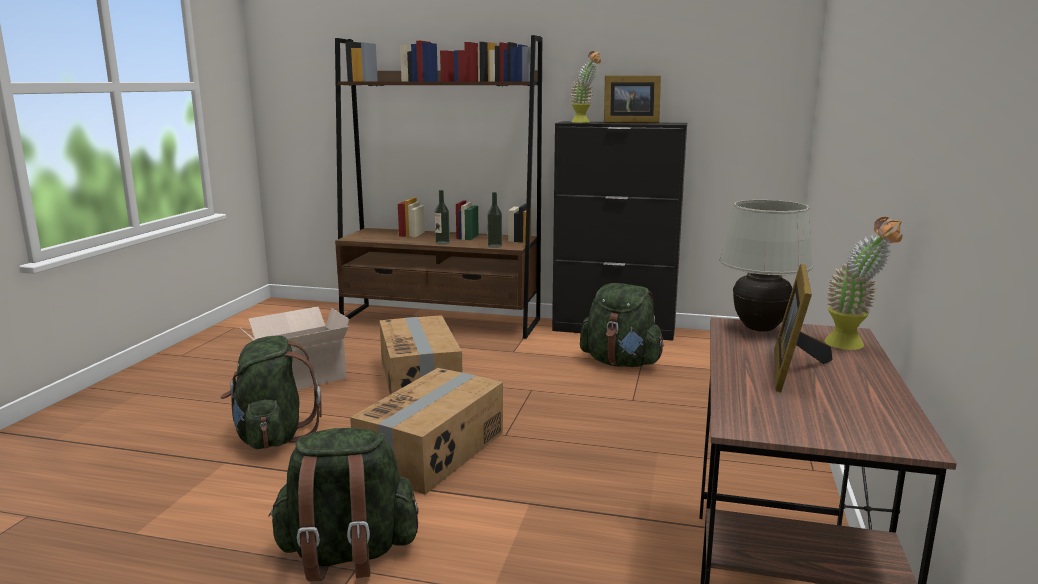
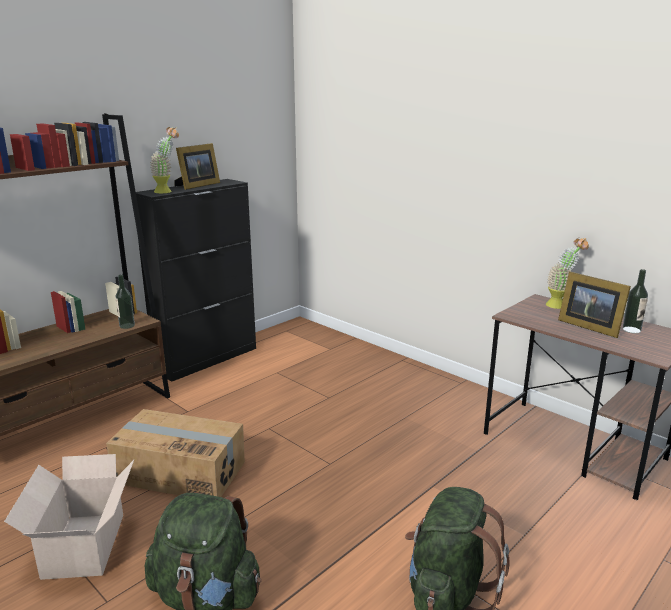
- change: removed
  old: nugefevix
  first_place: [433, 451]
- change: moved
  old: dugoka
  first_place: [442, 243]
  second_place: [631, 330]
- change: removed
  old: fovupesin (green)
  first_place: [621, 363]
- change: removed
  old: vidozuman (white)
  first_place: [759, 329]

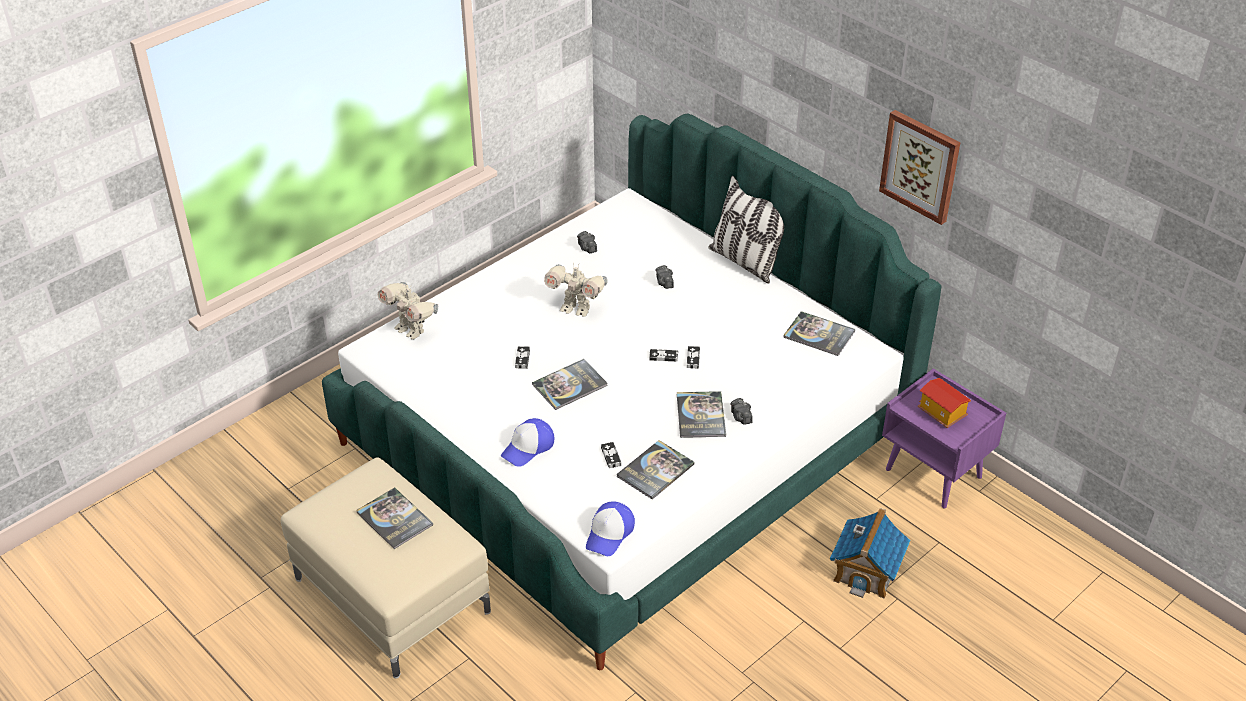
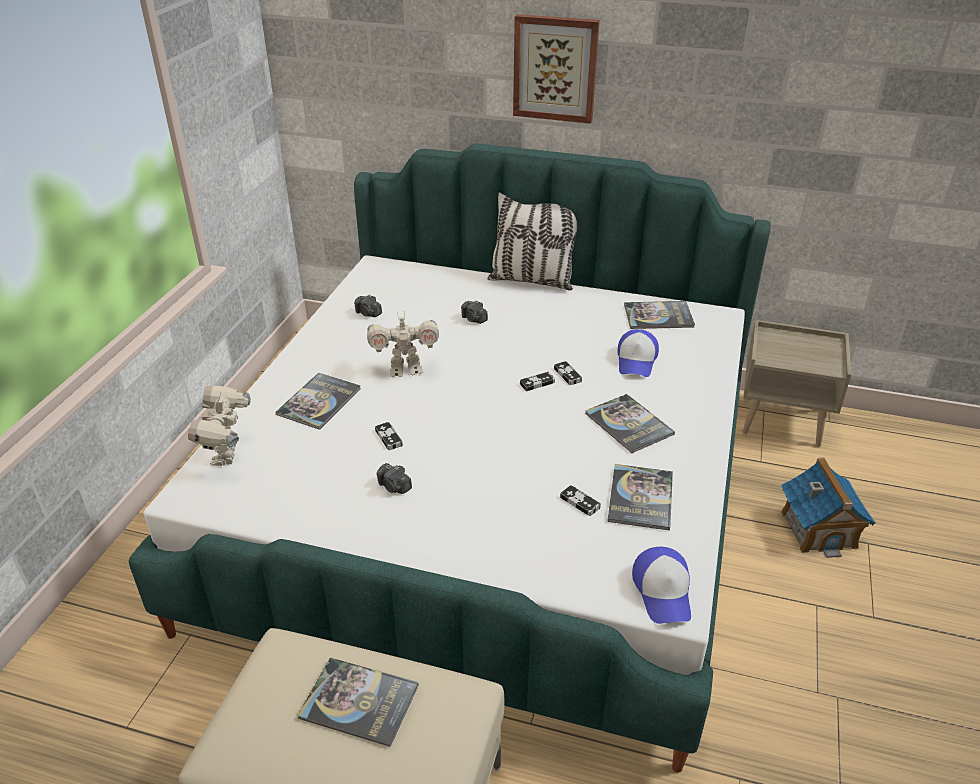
- change: turned
  old: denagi
  first_place: [411, 330]
  second_place: [228, 454]
  degrees: 75
- change: moved
  old: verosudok
  first_place: [528, 447]
  second_place: [636, 360]
- change: moved
  old: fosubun
  first_place: [569, 385]
  second_place: [319, 401]
- change: moved
  old: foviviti
  first_place: [741, 417]
  second_place: [394, 487]
- change: moved
  old: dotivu
  first_place: [920, 166]
  second_place: [555, 68]
- change: recoloured
  old: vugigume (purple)
  new: vugigume (beige)
  first_place: [934, 473]
  second_place: [782, 421]
- change: removed
  old: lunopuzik
  first_place: [940, 414]

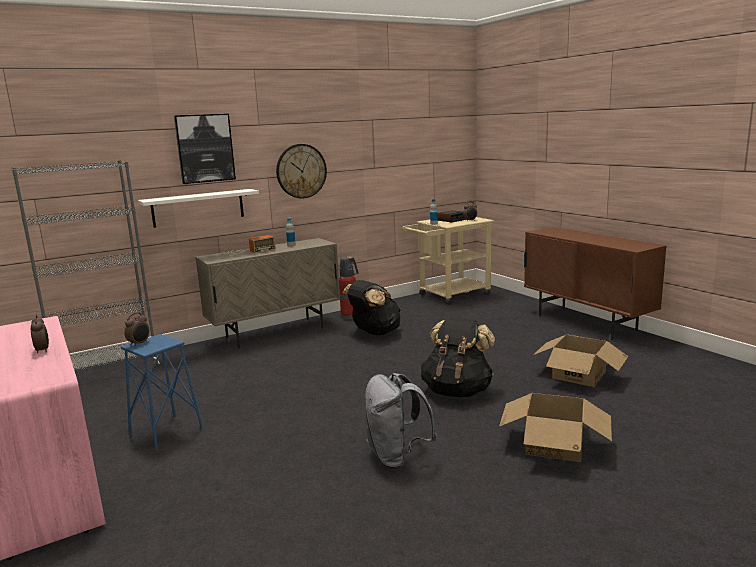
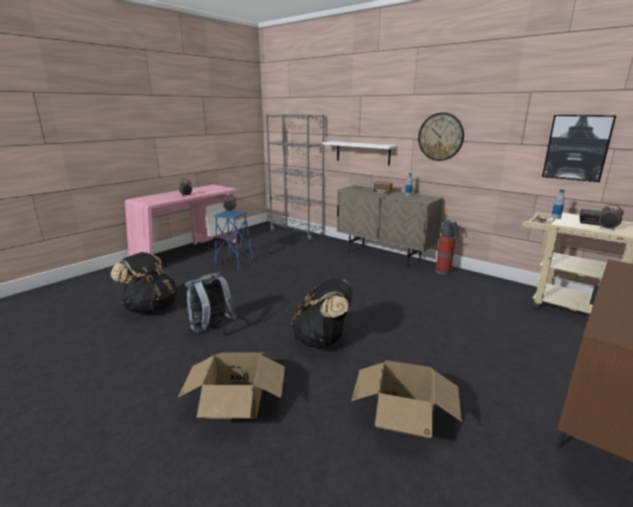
- change: moved
  old: dotivu
  first_place: [205, 148]
  second_place: [577, 147]
- change: moved
  old: fovupesin (black)
  first_place: [374, 332]
  second_place: [151, 307]

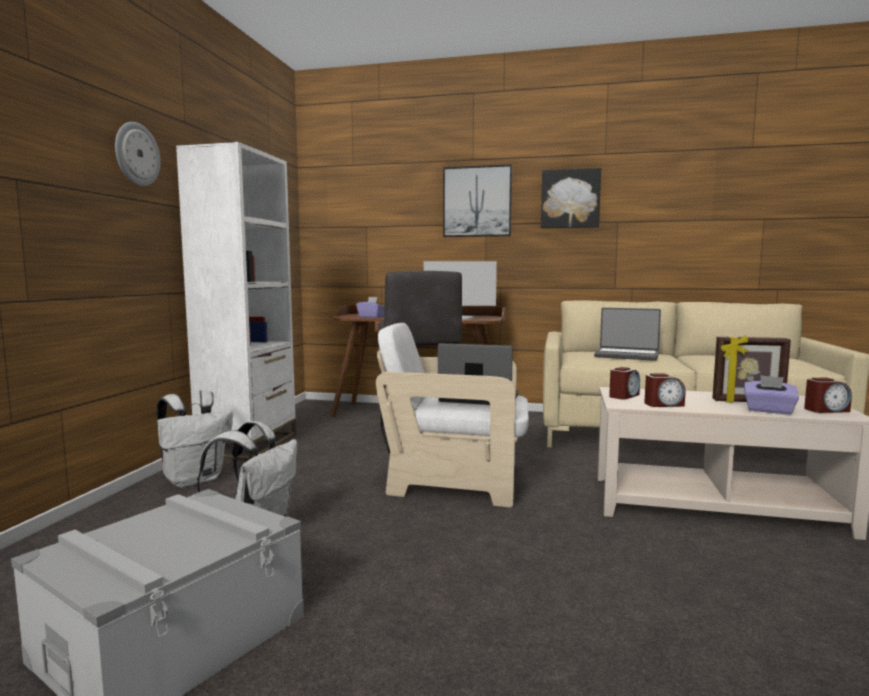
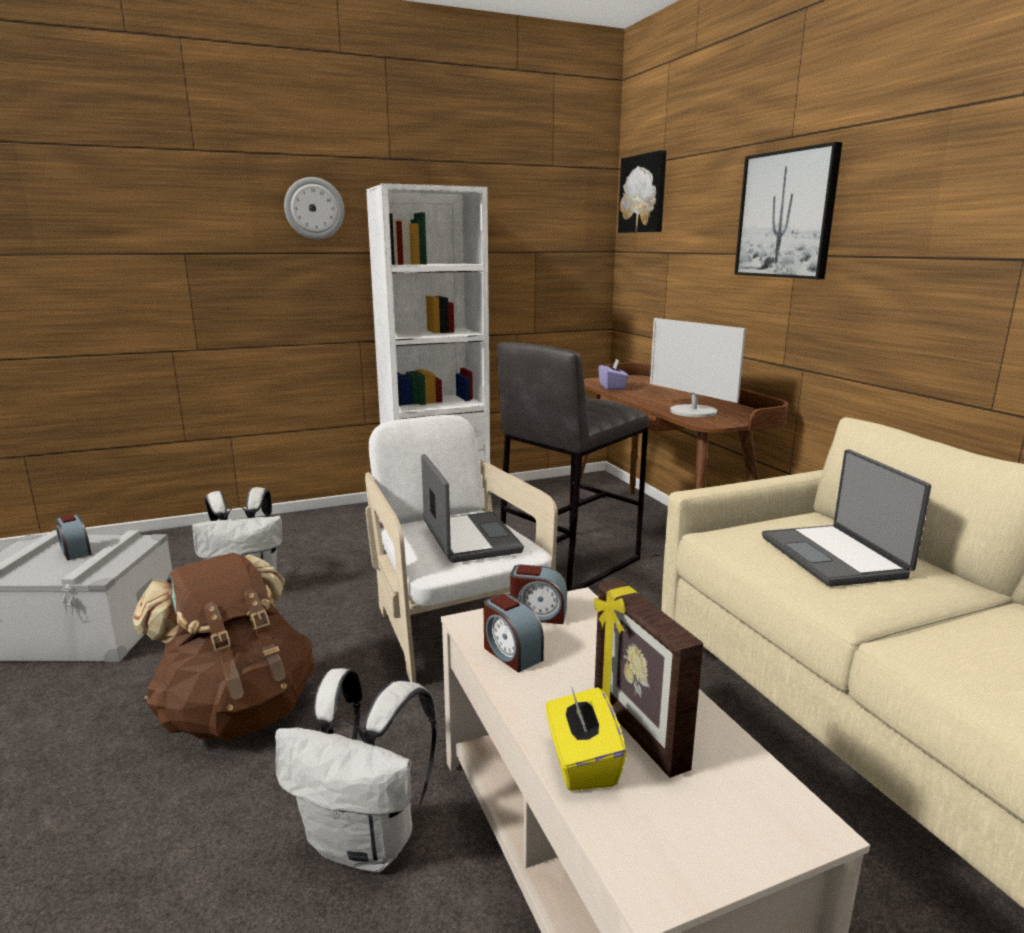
- change: moved
  old: fovupesin (white)
  first_place: [195, 480]
  second_place: [366, 842]
- change: moved
  old: dotivu
  first_place: [570, 199]
  second_place: [644, 194]
- change: recoloured
  old: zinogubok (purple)
  new: zinogubok (yellow)
  first_place: [769, 410]
  second_place: [581, 762]
- change: moved
  old: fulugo
  first_place: [826, 410]
  second_place: [75, 551]
- change: added
  new: fovupesin (brown)
  second_place: [237, 711]

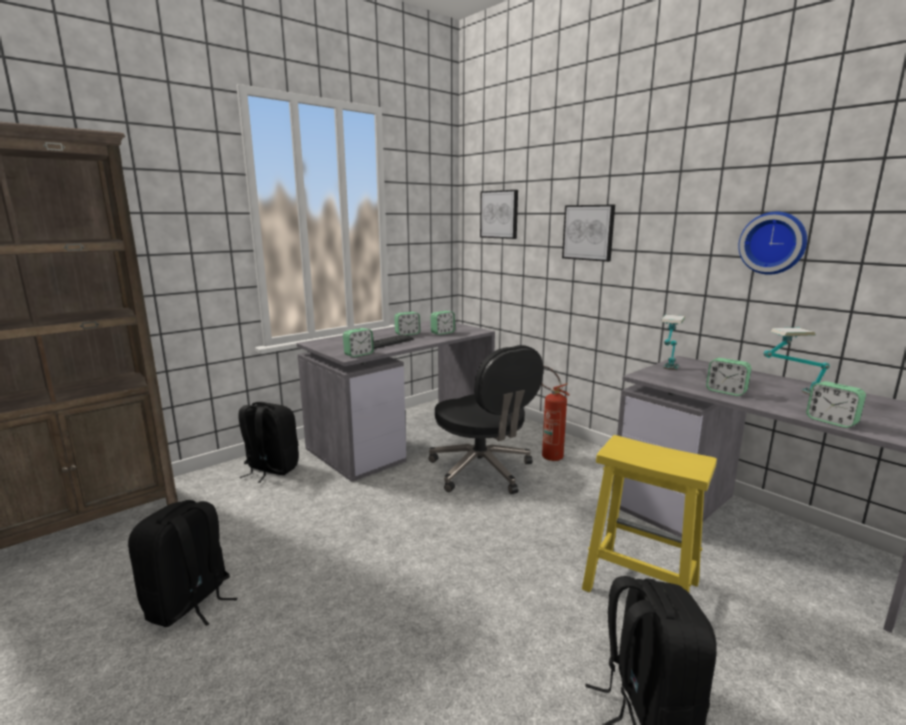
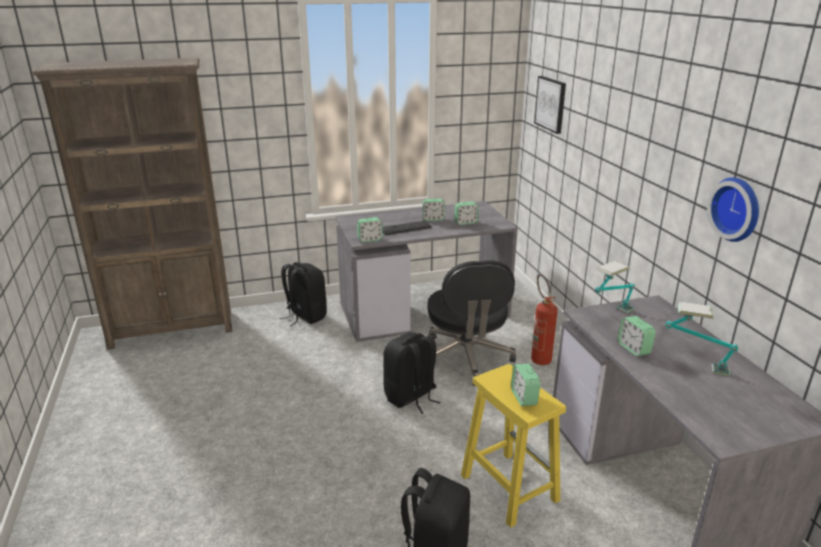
- change: moved
  old: fovupesin (black)
  first_place: [189, 603]
  second_place: [411, 397]
- change: removed
  old: dotivu
  first_place: [588, 232]
- change: moved
  old: fulugo
  first_place: [831, 421]
  second_place: [524, 397]

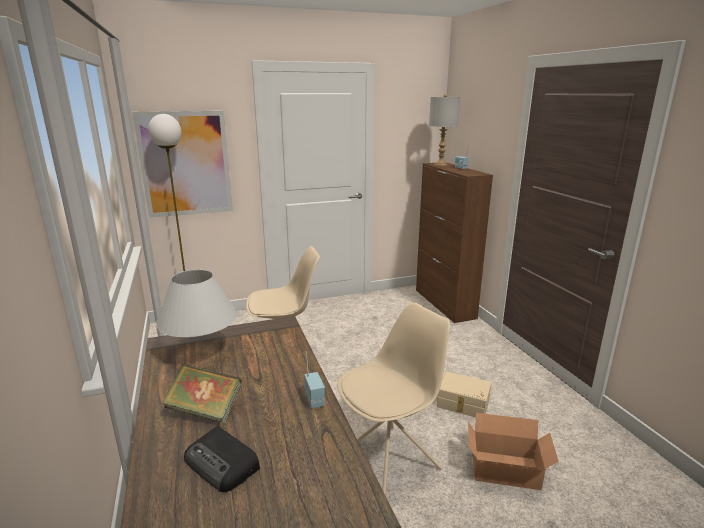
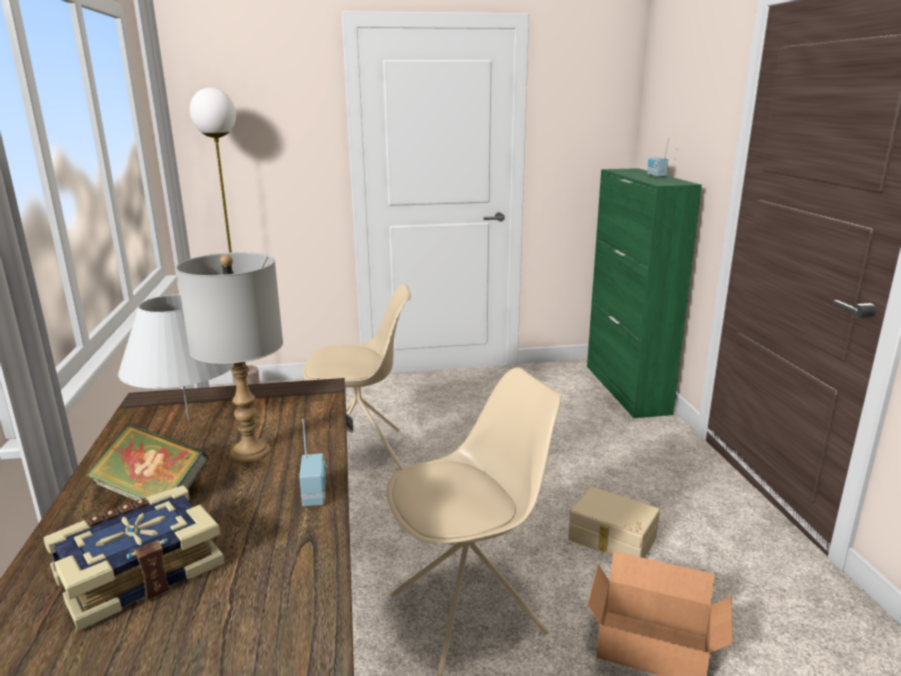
- change: removed
  old: dotivu
  first_place: [185, 164]
- change: replaced
  old: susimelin
  new: fosubun
  first_place: [222, 464]
  second_place: [138, 570]
- change: recoloured
  old: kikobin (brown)
  new: kikobin (green)
  first_place: [444, 304]
  second_place: [626, 389]
- change: moved
  old: vidozuman (grey)
  first_place: [441, 164]
  second_place: [251, 452]

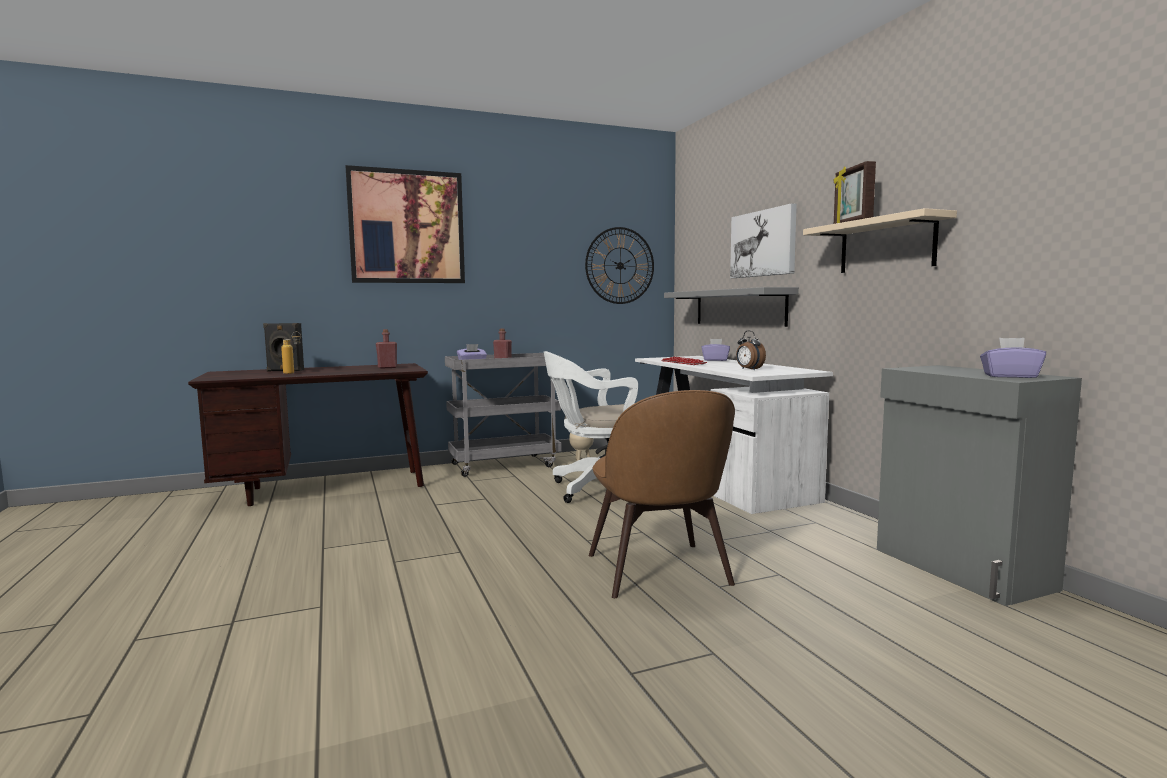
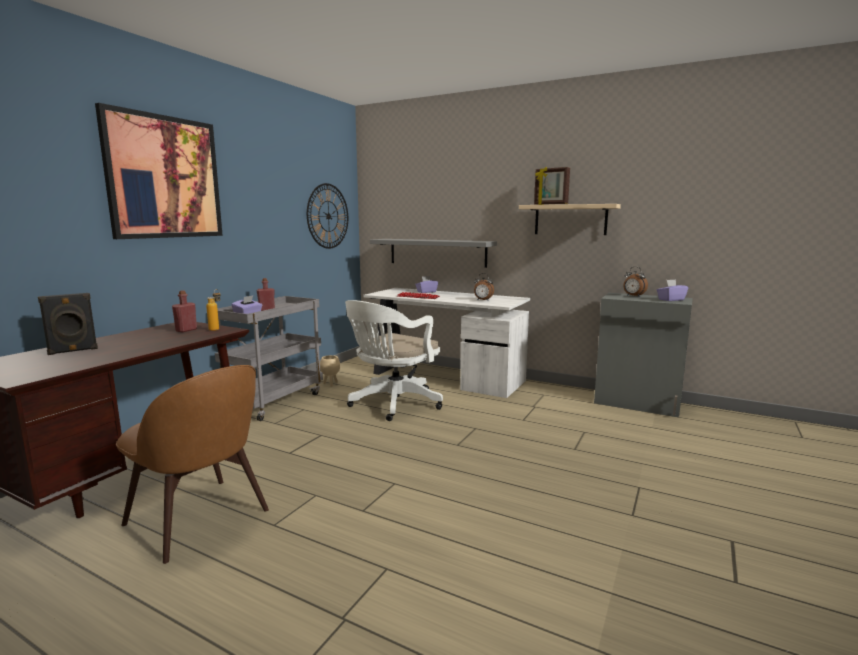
- change: moved
  old: dugoka
  first_place: [293, 373]
  second_place: [216, 329]
- change: moved
  old: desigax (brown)
  first_place: [659, 572]
  second_place: [200, 519]
- change: removed
  old: dotivu
  first_place: [763, 243]
- change: added
  new: fulugo
  second_place: [633, 296]

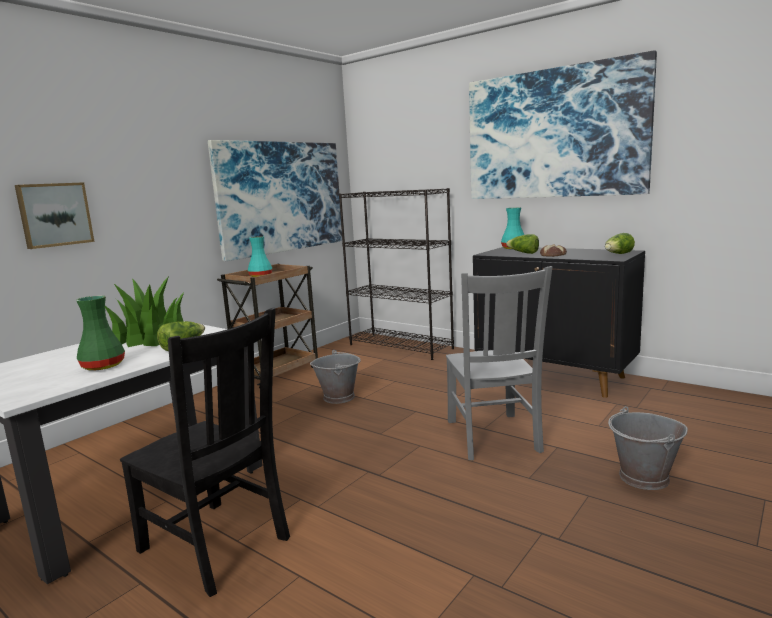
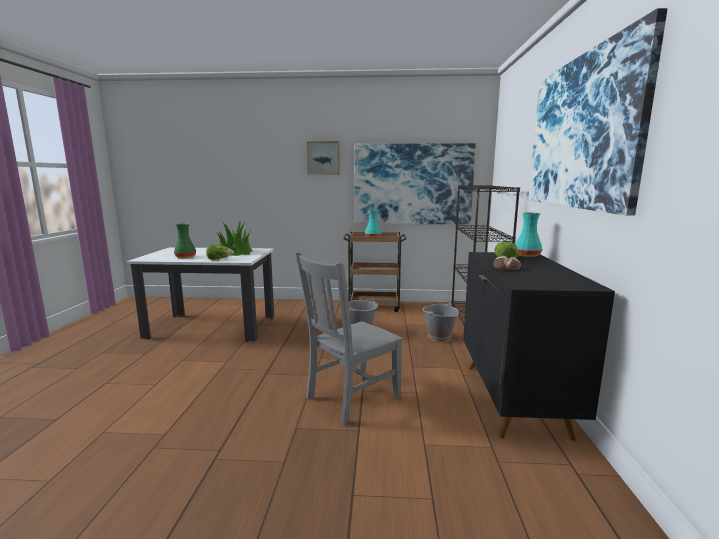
- change: moved
  old: dotivu
  first_place: [54, 214]
  second_place: [323, 158]
- change: removed
  old: desigax (black)
  first_place: [217, 546]
- change: removed
  old: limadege
  first_place: [618, 254]
- change: moved
  old: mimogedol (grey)
  first_place: [644, 478]
  second_place: [439, 337]

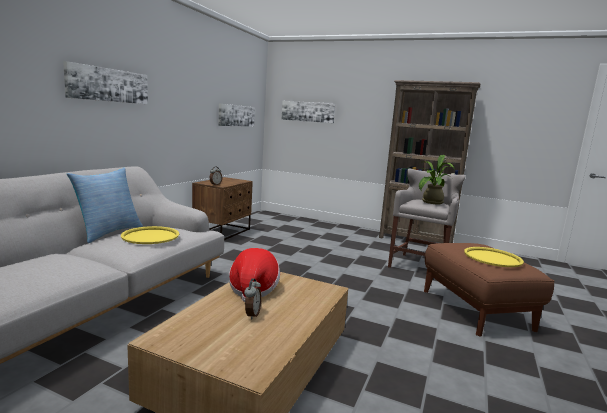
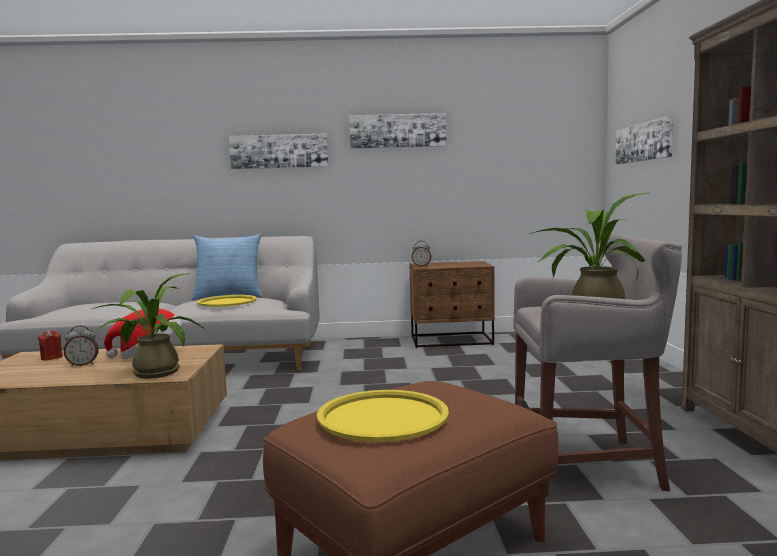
- change: moved
  old: dotivu
  first_place: [236, 115]
  second_place: [397, 131]
- change: added
  new: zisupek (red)
  second_place: [51, 358]
- change: added
  new: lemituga
  second_place: [151, 372]

